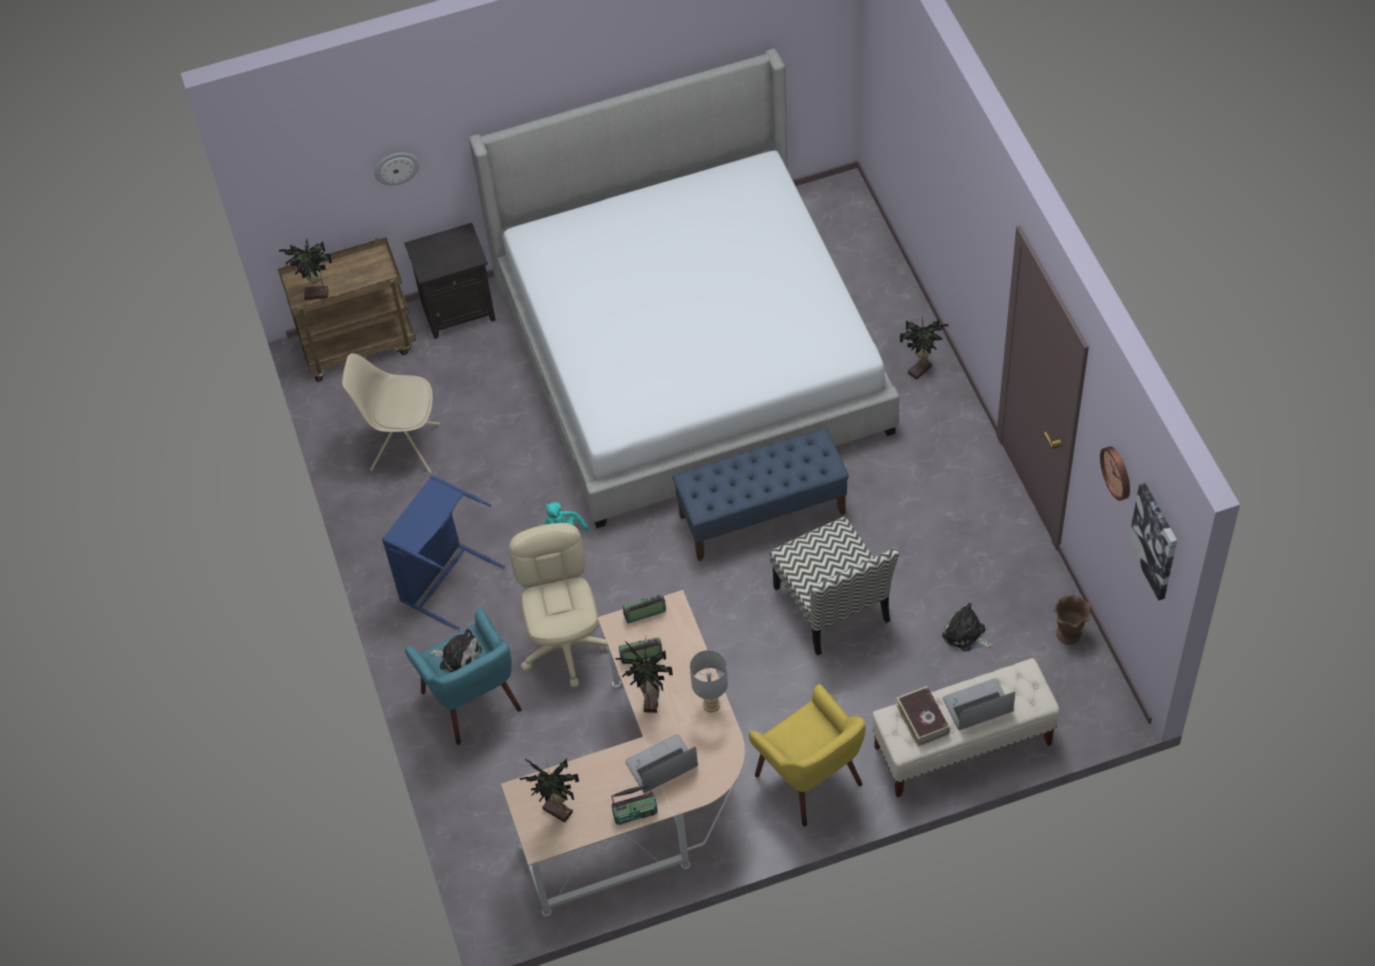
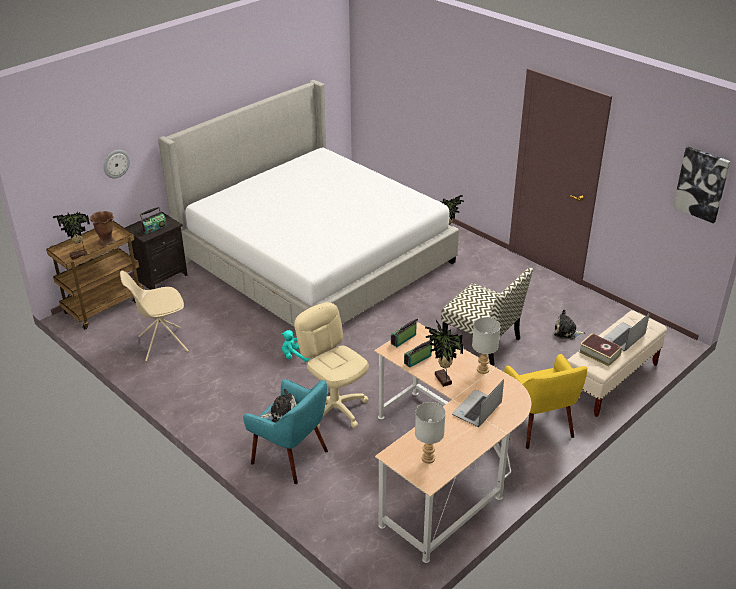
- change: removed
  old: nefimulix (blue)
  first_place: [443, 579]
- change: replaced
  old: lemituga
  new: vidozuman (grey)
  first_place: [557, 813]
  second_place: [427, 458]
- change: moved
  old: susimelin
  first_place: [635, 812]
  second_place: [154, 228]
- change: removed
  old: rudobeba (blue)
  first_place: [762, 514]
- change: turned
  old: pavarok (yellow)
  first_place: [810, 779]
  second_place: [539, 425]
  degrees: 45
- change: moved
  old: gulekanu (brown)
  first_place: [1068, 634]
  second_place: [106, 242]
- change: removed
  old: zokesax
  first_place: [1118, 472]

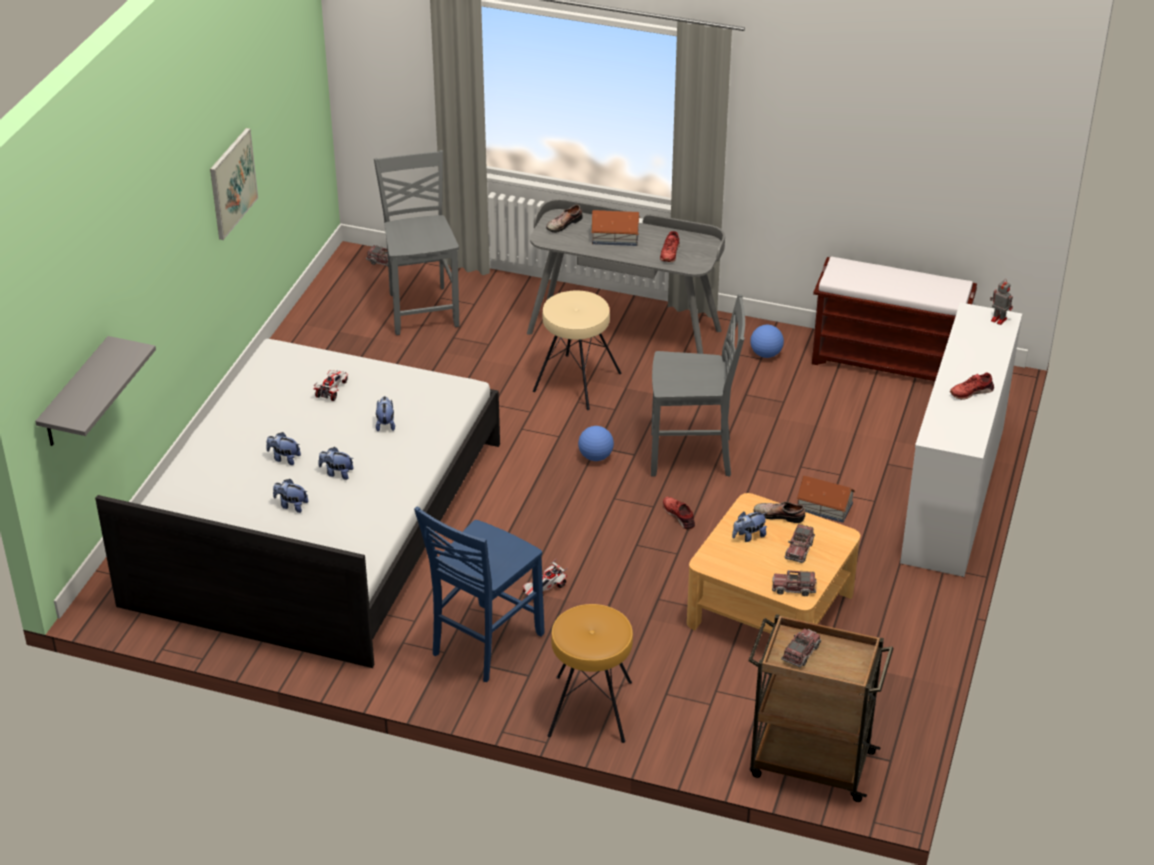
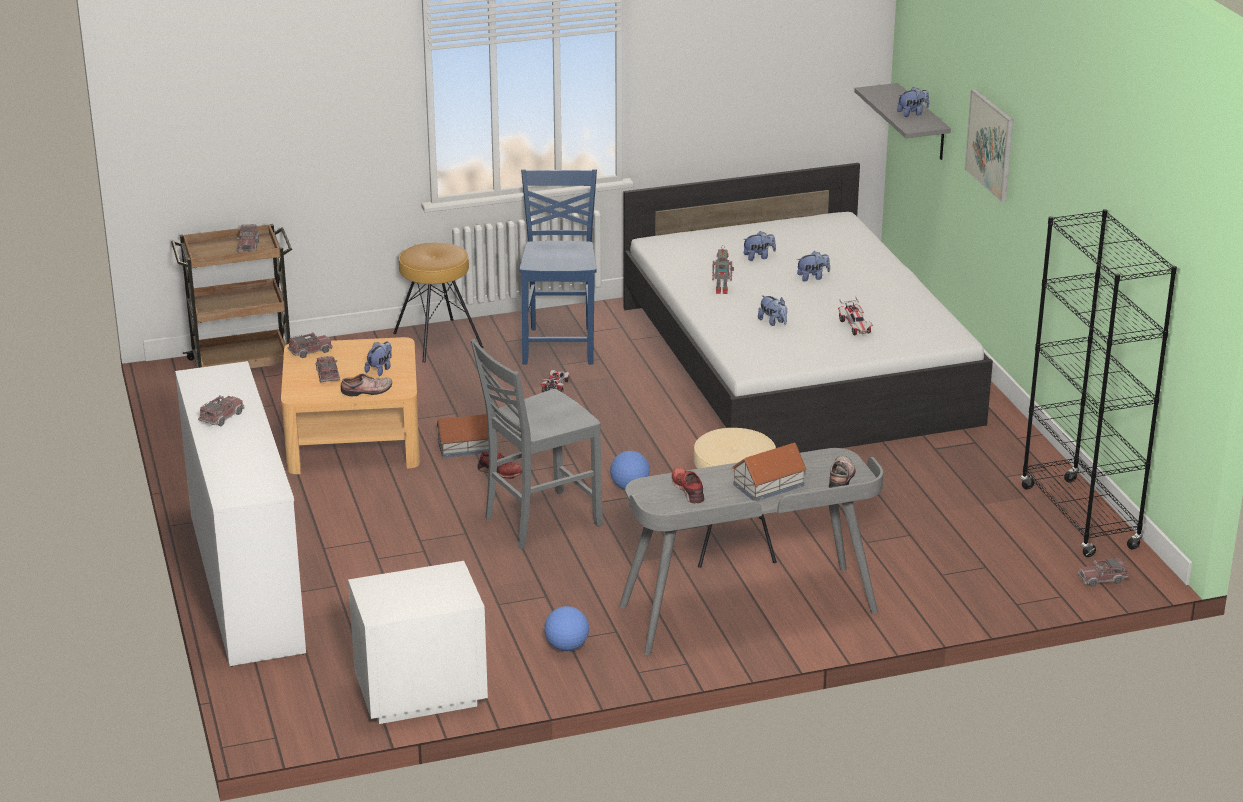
- change: moved
  old: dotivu
  first_place: [232, 183]
  second_place: [990, 144]
- change: moved
  old: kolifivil
  first_place: [337, 473]
  second_place: [912, 113]
- change: removed
  old: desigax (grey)
  first_place: [422, 309]
- change: moved
  old: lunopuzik
  first_place: [825, 507]
  second_place: [465, 446]
- change: replaced
  old: rudobeba (brown)
  new: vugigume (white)
  first_place: [887, 362]
  second_place: [418, 693]
- change: replaced
  old: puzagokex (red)
  new: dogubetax
  first_place: [971, 391]
  second_place: [222, 417]
- change: moved
  old: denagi
  first_place: [998, 319]
  second_place: [722, 290]
- change: added
  new: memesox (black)
  second_place: [1079, 518]

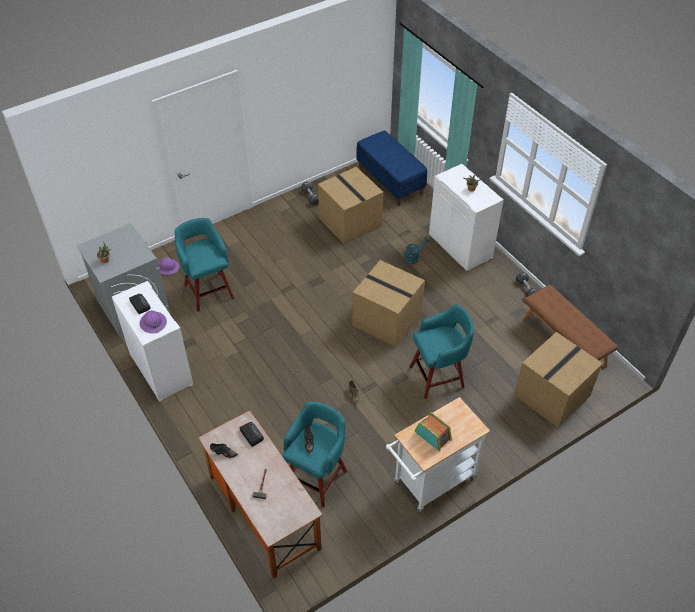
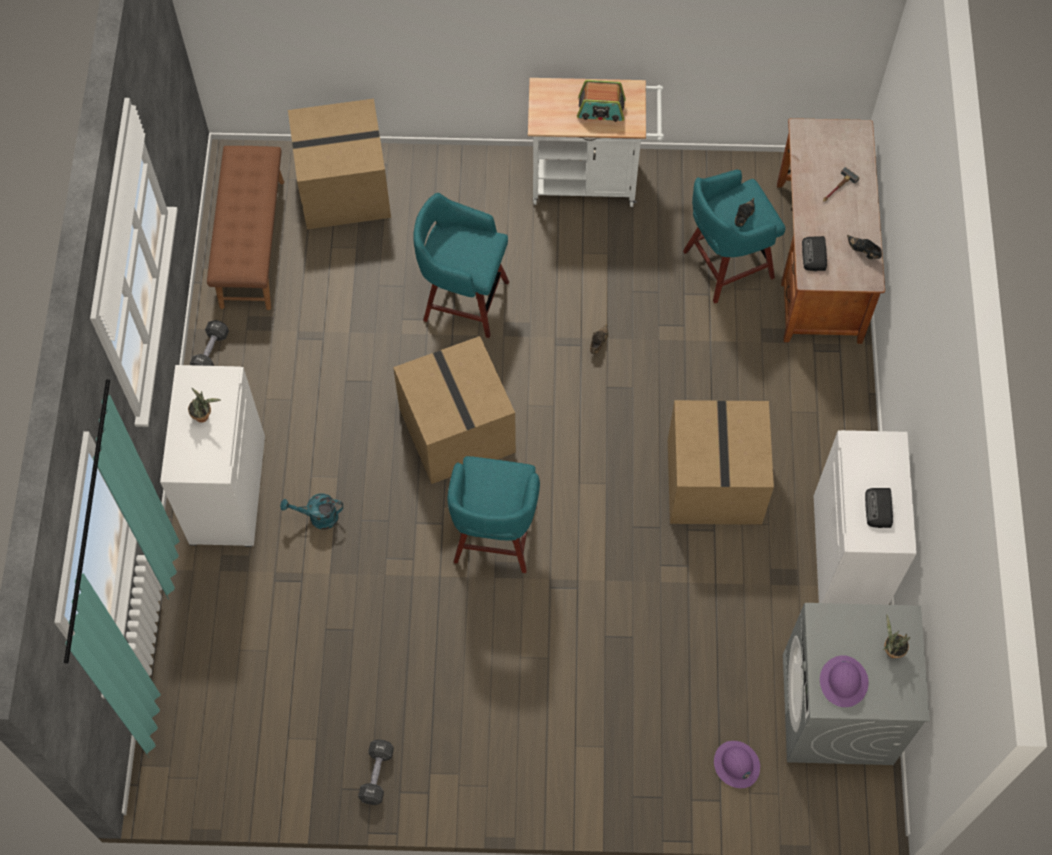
- change: moved
  old: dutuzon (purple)
  first_place: [153, 323]
  second_place: [843, 681]
- change: moved
  old: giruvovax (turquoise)
  first_place: [208, 290]
  second_place: [494, 537]
- change: moved
  old: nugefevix
  first_place: [351, 222]
  second_place: [712, 480]
- change: removed
  old: rudobeba (blue)
  first_place: [390, 181]
- change: turned
  old: susimelin
  first_place: [433, 435]
  second_place: [601, 109]
  degrees: -75

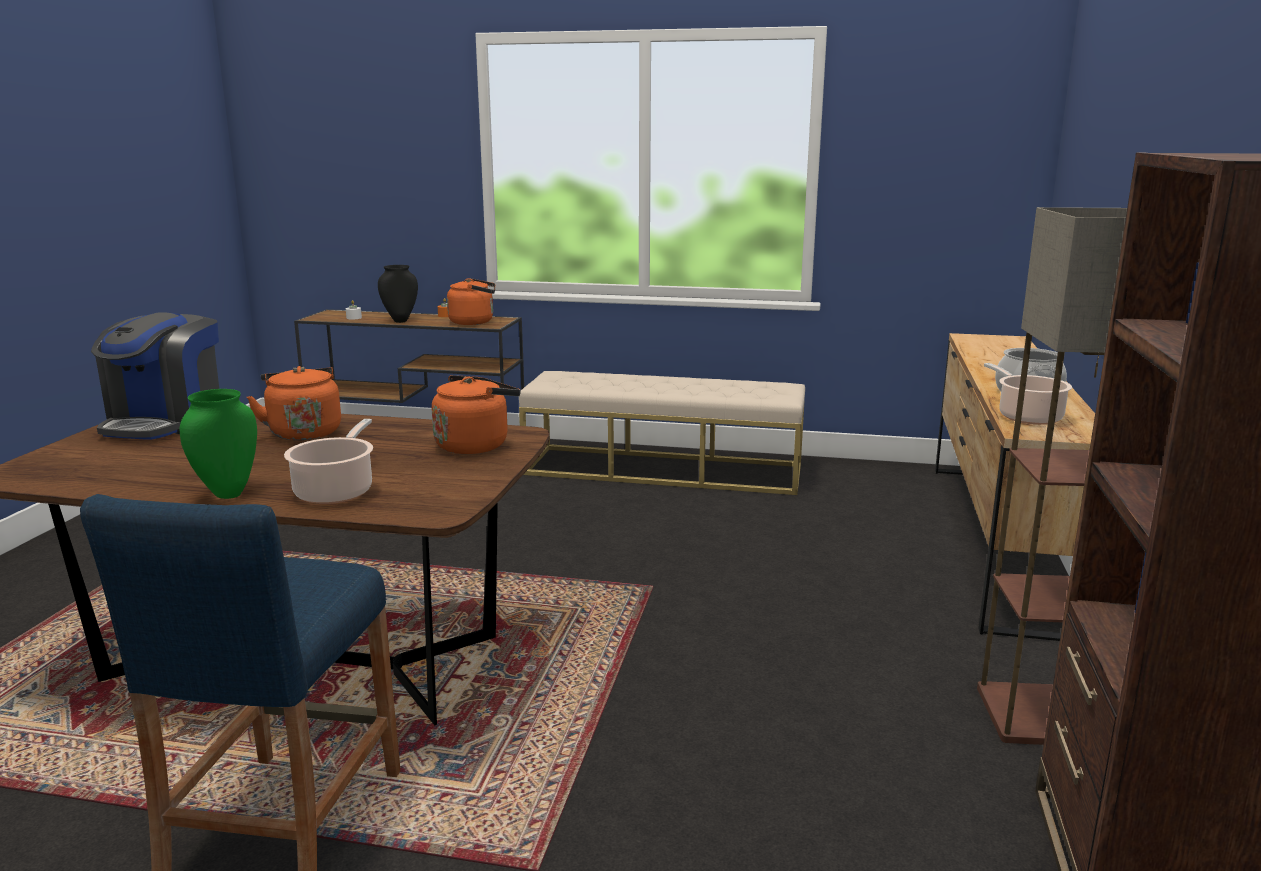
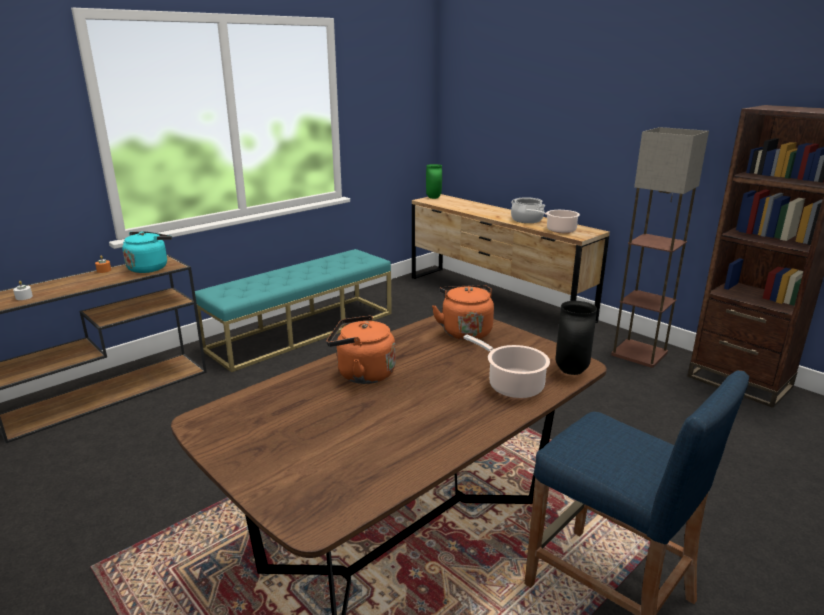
- change: removed
  old: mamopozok
  first_place: [166, 423]
- change: moved
  old: gulekanu (green)
  first_place: [228, 494]
  second_place: [434, 197]
- change: moved
  old: gulekanu (black)
  first_place: [400, 321]
  second_place: [570, 371]
- change: recoloured
  old: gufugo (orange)
  new: gufugo (turquoise)
  first_place: [474, 322]
  second_place: [149, 268]
- change: recoloured
  old: rudobeba (beige)
  new: rudobeba (turquoise)
  first_place: [663, 470]
  second_place: [302, 330]

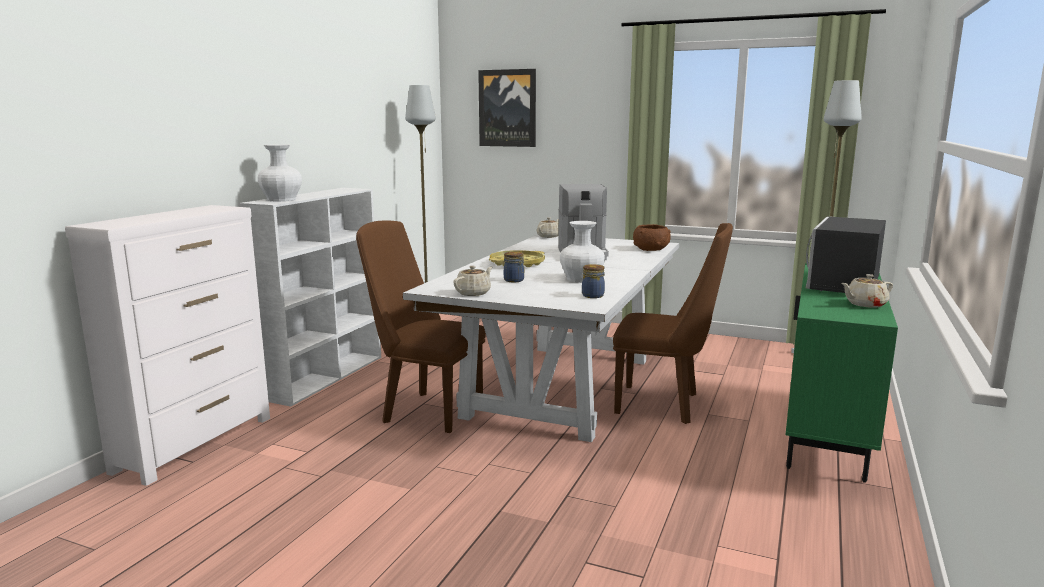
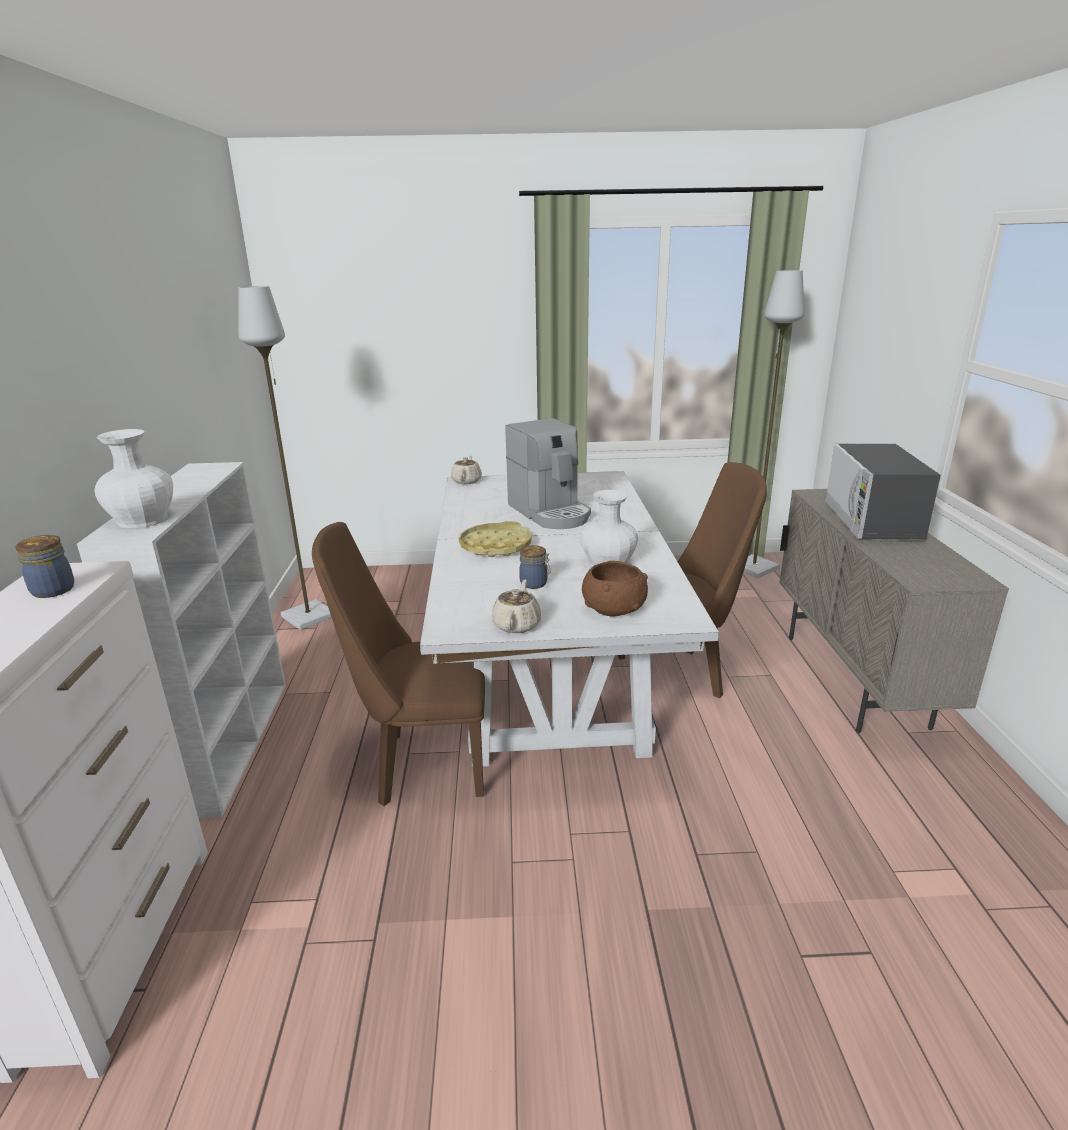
- change: removed
  old: dotivu
  first_place: [507, 108]
- change: moved
  old: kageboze
  first_place: [593, 295]
  second_place: [54, 589]
- change: moved
  old: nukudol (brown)
  first_place: [651, 249]
  second_place: [613, 608]
- change: recoloured
  old: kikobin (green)
  new: kikobin (beige)
  first_place: [825, 438]
  second_place: [853, 680]
- change: removed
  old: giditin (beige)
  first_place: [865, 304]

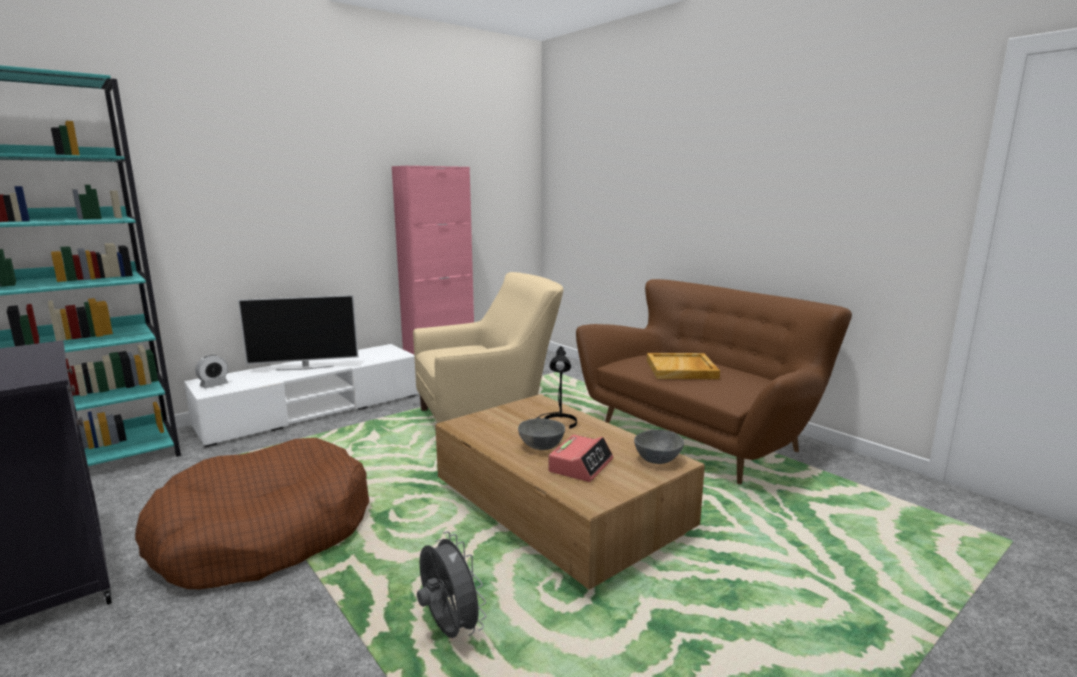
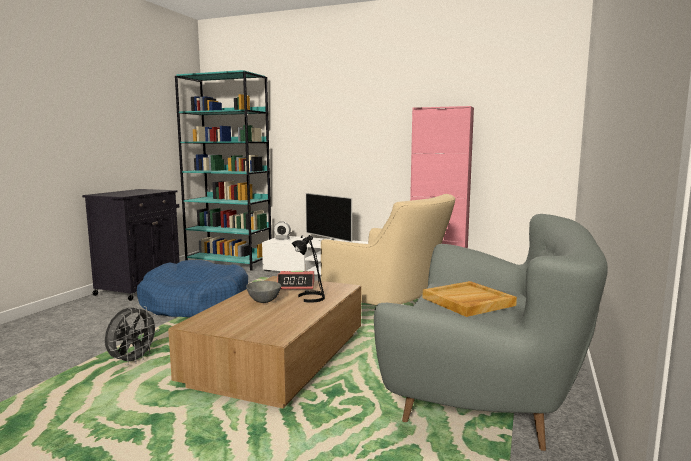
- change: recoloured
  old: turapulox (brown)
  new: turapulox (blue)
  first_place: [264, 533]
  second_place: [195, 304]
- change: moved
  old: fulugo
  first_place: [581, 465]
  second_place: [296, 285]
- change: recoloured
  old: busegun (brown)
  new: busegun (grey)
  first_place: [701, 437]
  second_place: [488, 388]
- change: removed
  old: nukudol (grey)
  first_place: [658, 460]

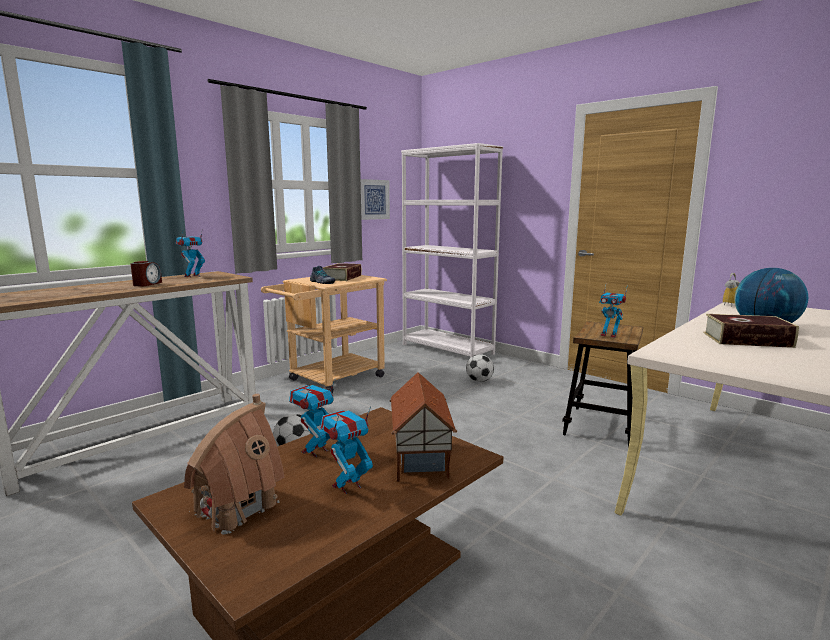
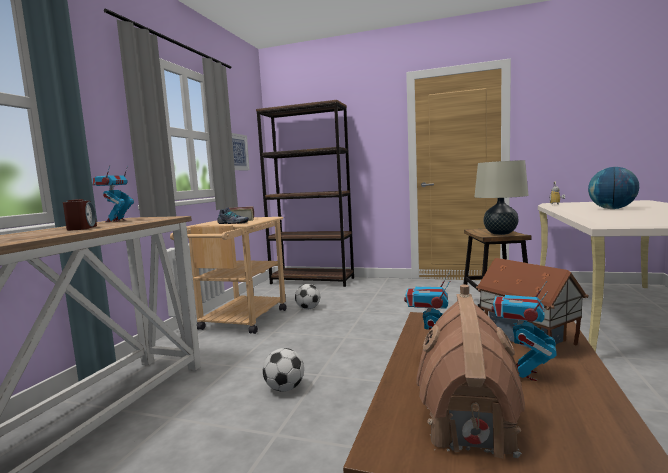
- change: recoloured
  old: memesox (white)
  new: memesox (brown)
  first_place: [447, 349]
  second_place: [312, 281]
- change: moved
  old: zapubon
  first_place: [479, 381]
  second_place: [308, 308]
- change: replaced
  old: denagi
  new: vidozuman (beige)
  first_place: [609, 335]
  second_place: [500, 233]
- change: removed
  old: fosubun
  first_place: [747, 340]

